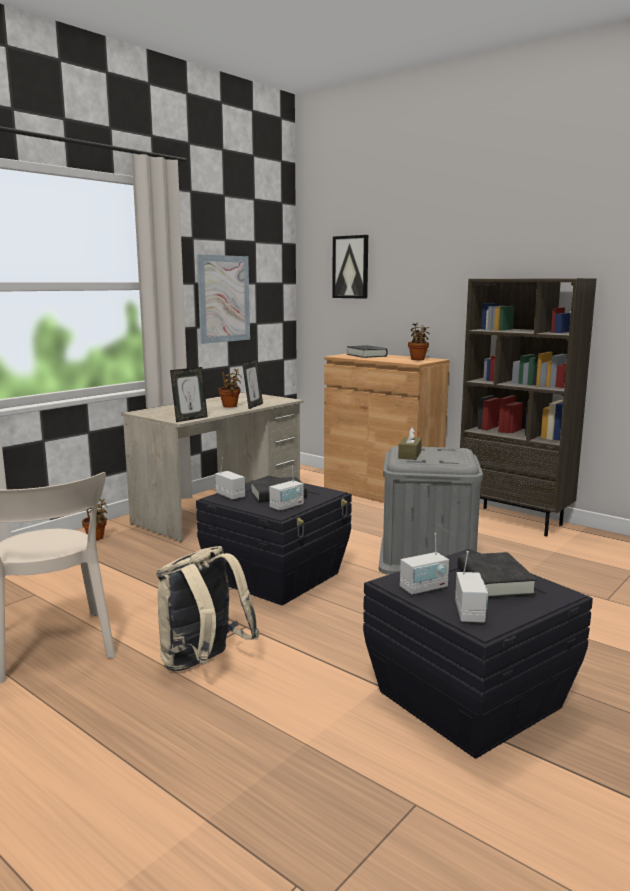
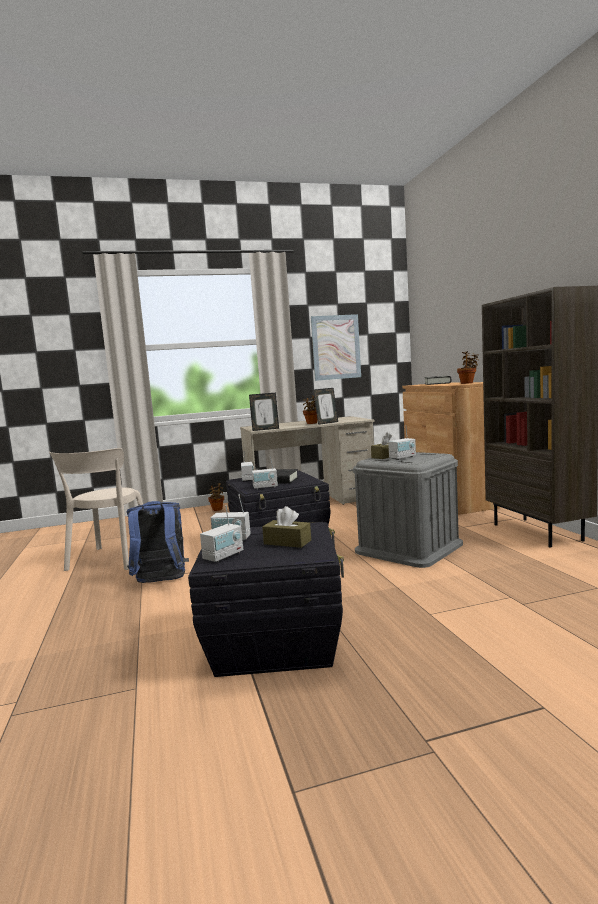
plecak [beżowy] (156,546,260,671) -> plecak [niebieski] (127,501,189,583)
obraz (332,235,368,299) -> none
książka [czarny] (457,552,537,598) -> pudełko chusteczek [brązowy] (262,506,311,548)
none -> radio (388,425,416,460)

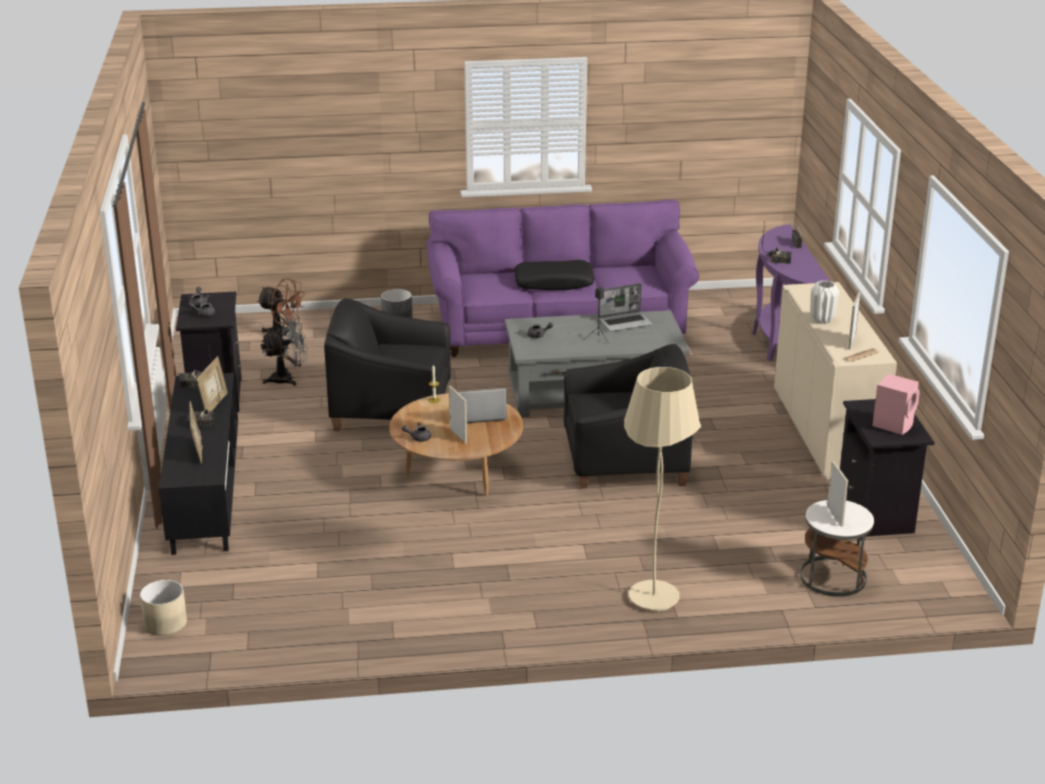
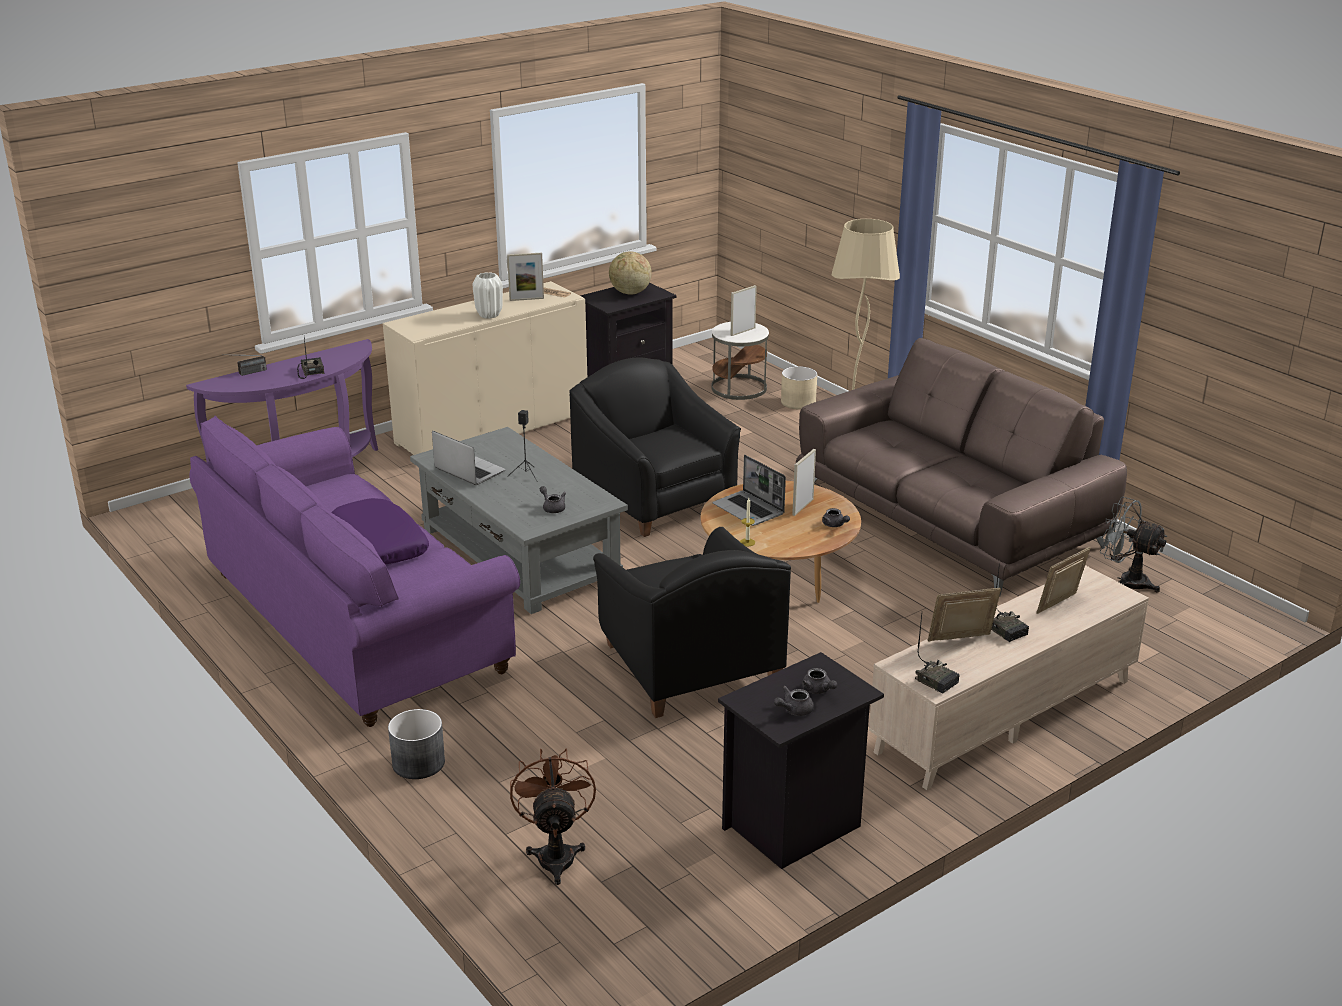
donica [beżowy] (140,580,187,636) -> donica [beżowy] (781,366,817,410), move
szafka pod telewizor [czarny] (159,373,238,555) -> szafka pod telewizor [beżowy] (869,565,1149,790)
wentylator [szary] (261,316,308,386) -> wentylator [szary] (1100,497,1168,593), move
poduszka [czarny] (514,260,594,290) -> poduszka [fioletowy] (332,498,429,564)
głośnik [różowy] (872,374,920,435) -> globus (609,251,652,294)
none -> kanapa [brązowy] (796,338,1127,597)

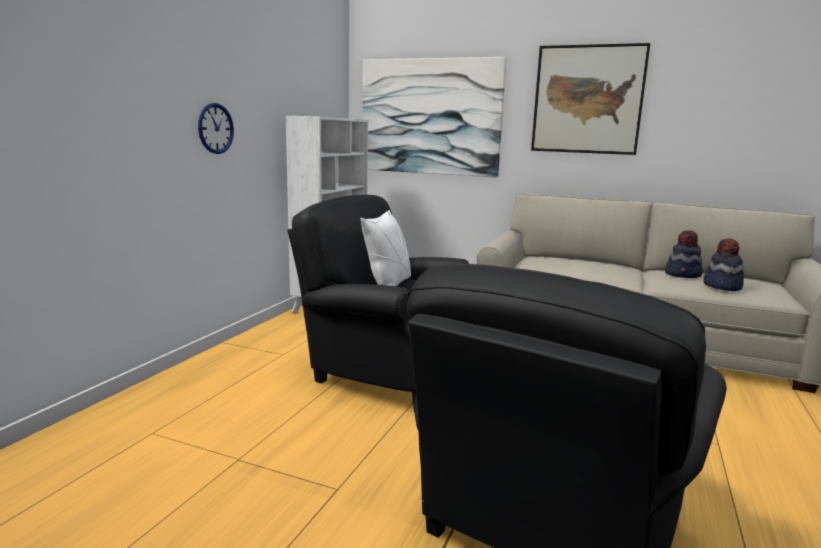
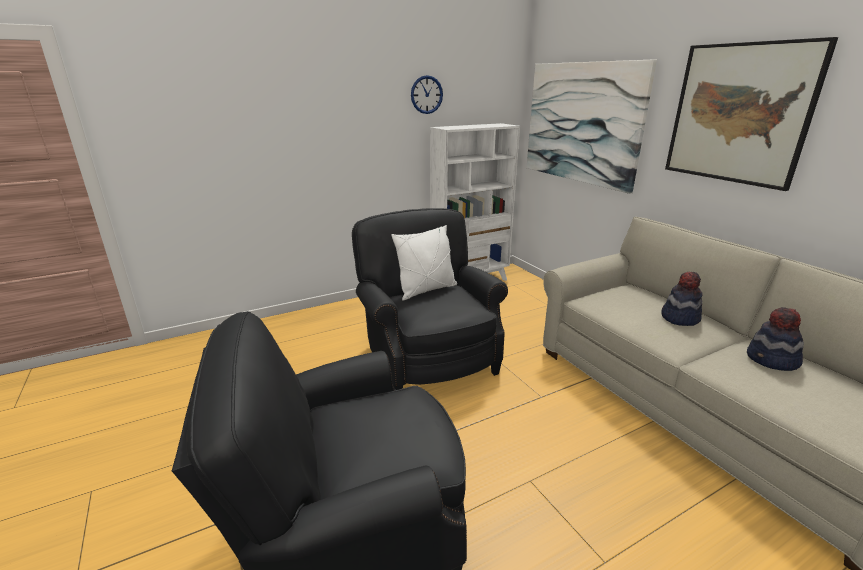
zegar ścienny (198,103,234,154) -> zegar ścienny (411,75,443,114), move
kapelusz (703,238,744,291) -> kapelusz (661,272,703,326), move

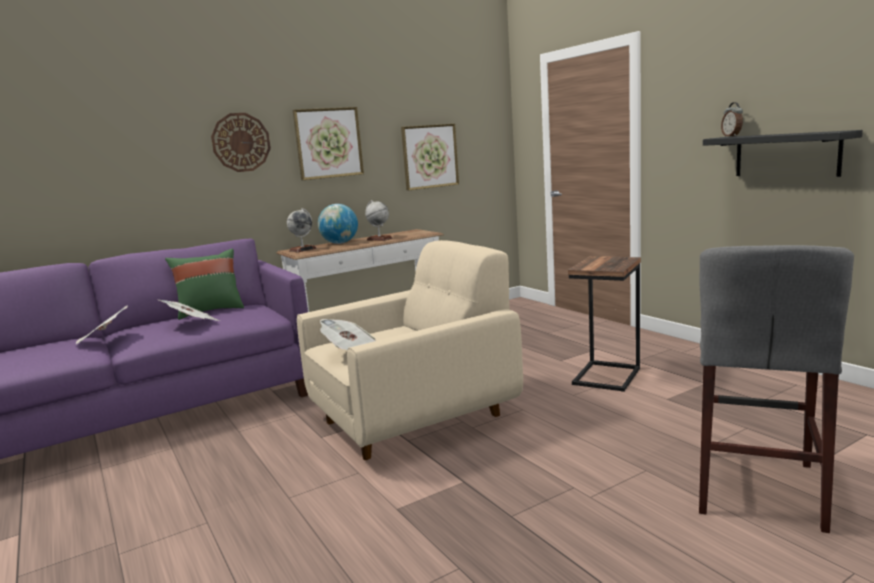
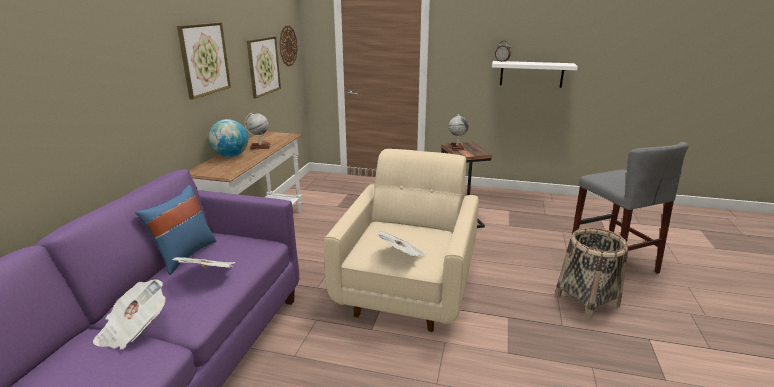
poduszka [zielony] (165,248,244,320) -> poduszka [niebieski] (135,185,217,275)
zegar ścienny (211,113,271,172) -> zegar ścienny (279,26,298,67), move
globus (287,208,317,252) -> globus (449,114,469,150), move
półka [czarny] (703,130,863,177) -> półka [biały] (492,61,578,88)
none -> koszyk (555,227,628,319)

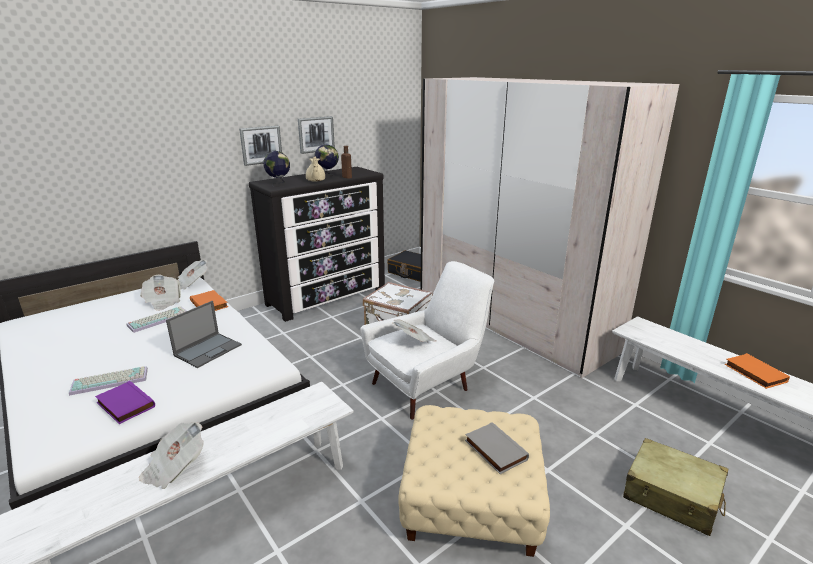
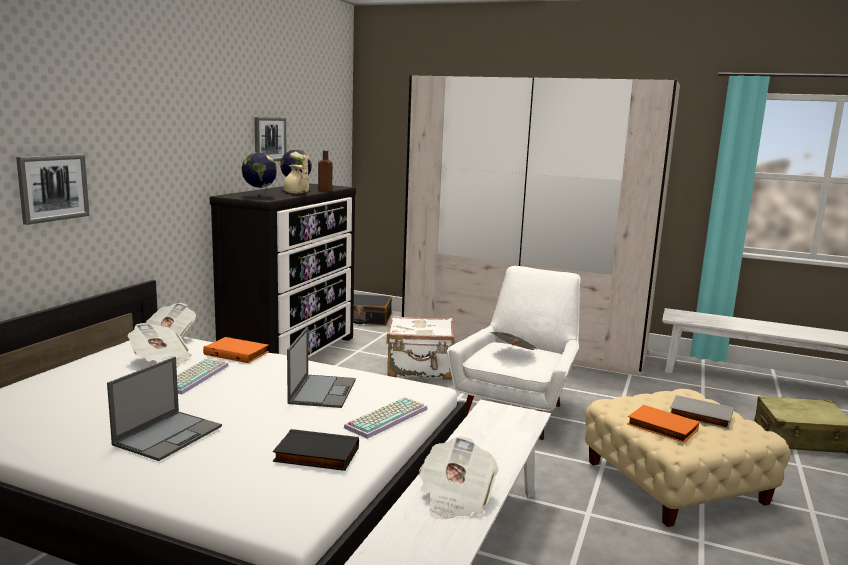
klawiatura (69,366,148,396) -> klawiatura (344,397,428,439), move
książka [fioletowy] (95,381,155,424) -> książka [czarny] (273,429,359,471)
obraz (239,126,282,166) -> obraz (16,154,90,225), move
książka [pomarańczowy] (725,353,790,389) -> książka [pomarańczowy] (627,405,699,443), move
none -> laptop (107,357,222,461)

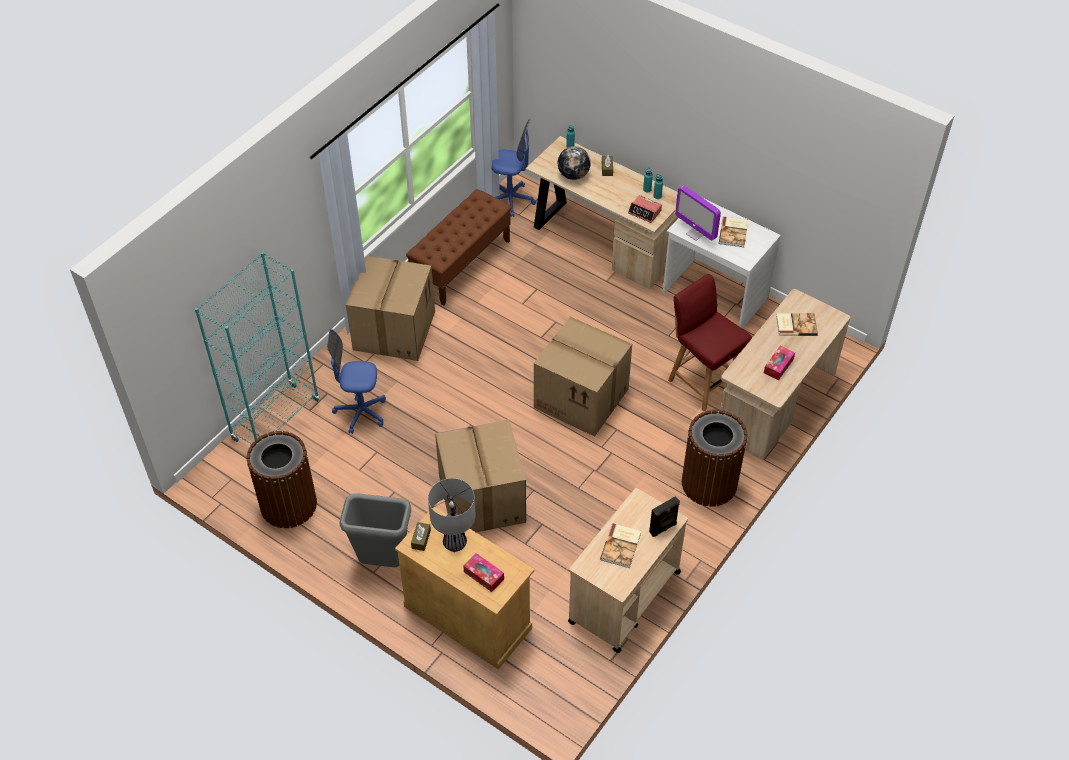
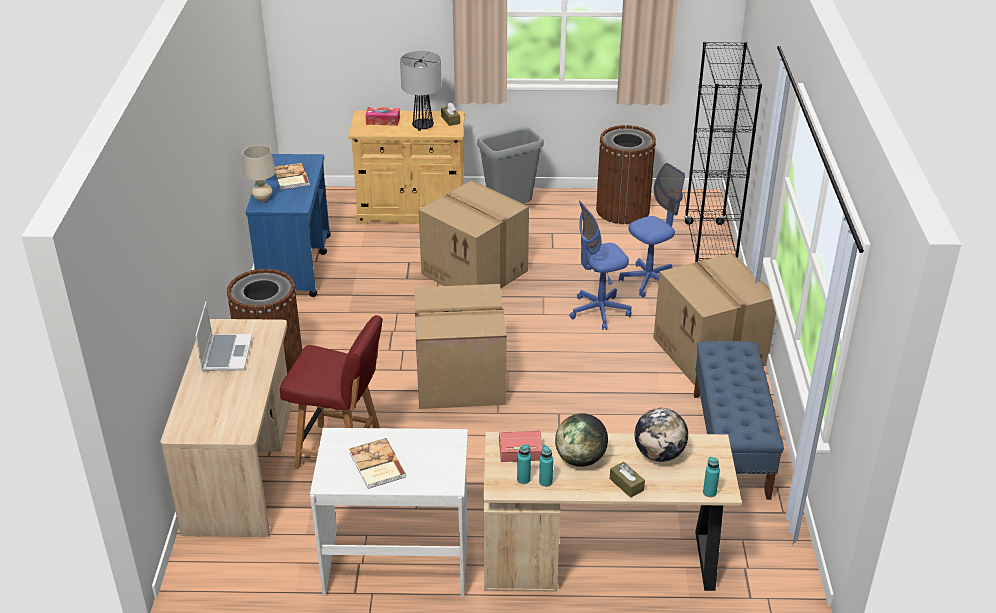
regał [turkusowy] (195,252,319,444) -> regał [czarny] (684,41,762,262)
ławka [brązowy] (406,189,512,306) -> ławka [niebieski] (694,341,784,500)
krzesło biurowe [niebieski] (491,119,536,217) -> krzesło biurowe [niebieski] (570,201,631,330), move
wózek [beżowy] (568,488,688,653) -> wózek [niebieski] (246,154,331,297)
głośnik [czarny] (649,496,680,537) -> lampa stołowa [beżowy] (243,145,276,202)
monitor (675,185,721,241) -> none
pudełko chusteczek (764,346,795,380) -> laptop (195,302,252,371)
książka (776,313,818,336) -> none
none -> globus (555,413,608,467)

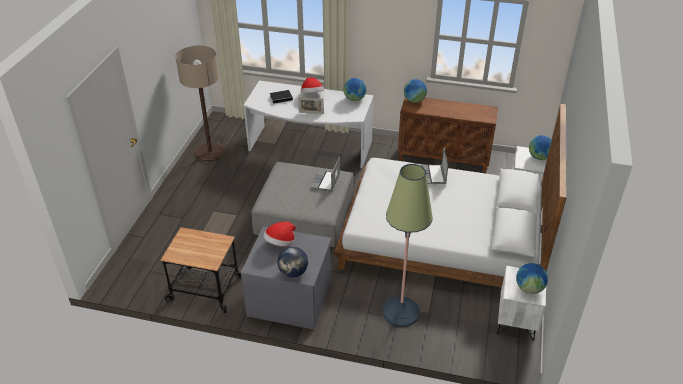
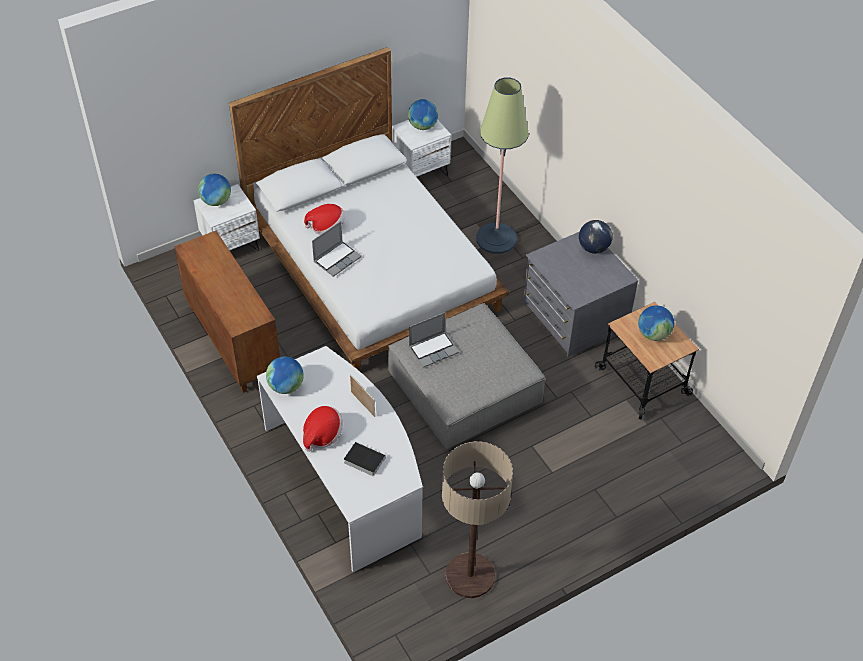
kapelusz (263,222,296,246) -> kapelusz (304,204,345,235), move
globus (404,79,427,103) -> globus (638,305,674,341), move

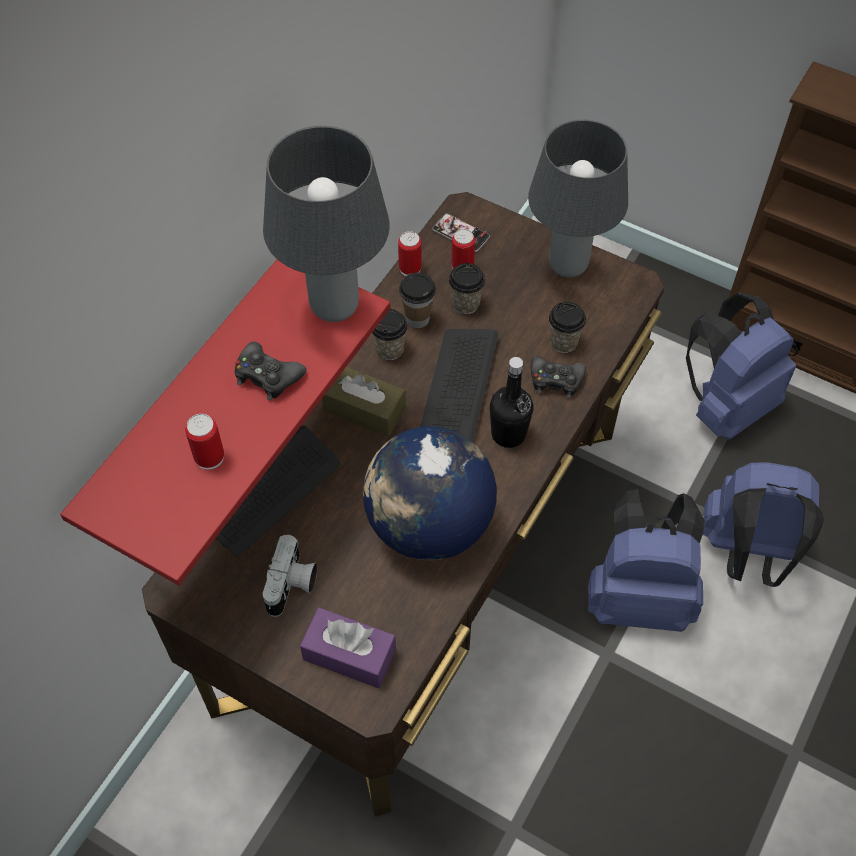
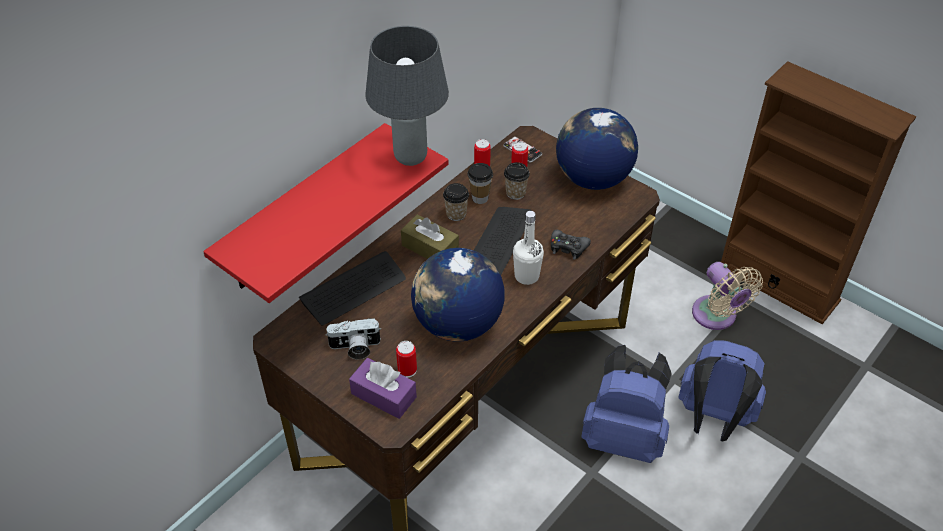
puszka (185,414,224,470) -> puszka (396,341,417,378), move
pad do gier [czarny] (234,341,307,401) -> none
aparat fotograficzny (262,534,318,617) -> aparat fotograficzny (325,318,381,359), 60 degrees clockwise
butelka [czarny] (490,357,534,448) -> butelka [biały] (513,211,544,285)
lampa stołowa [szary] (528,119,628,277) -> globus (556,108,638,190)
filiżanka (549,302,586,353) -> none
plecak [niebieski] (686,293,796,440) -> wentylator [beżowy] (692,262,763,330)

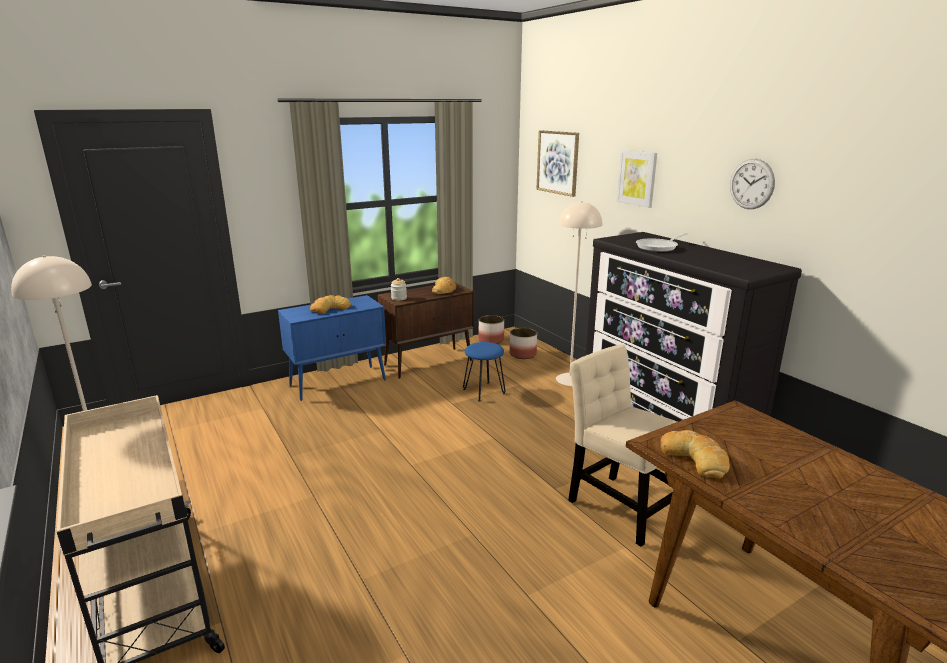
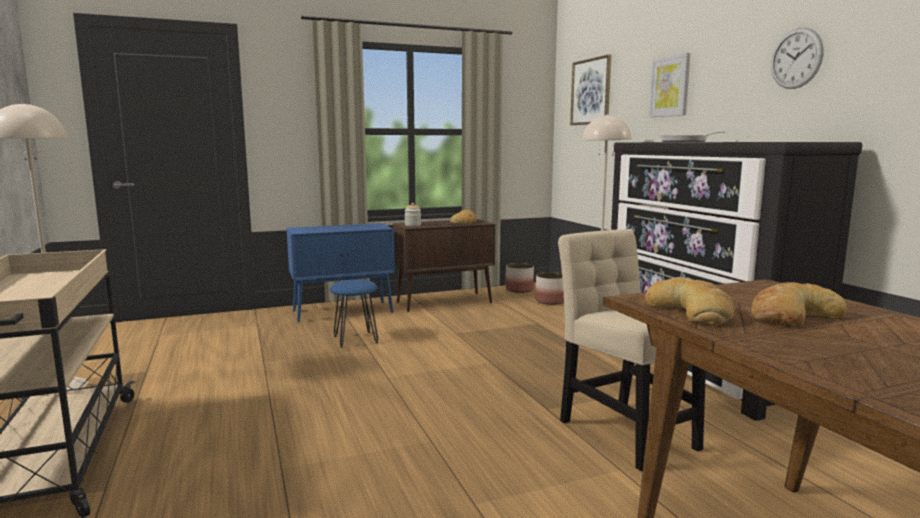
chleb (310,295,351,314) -> chleb (752,282,847,327), move
stołek [niebieski] (463,342,506,401) -> stołek [niebieski] (330,280,378,348), move

